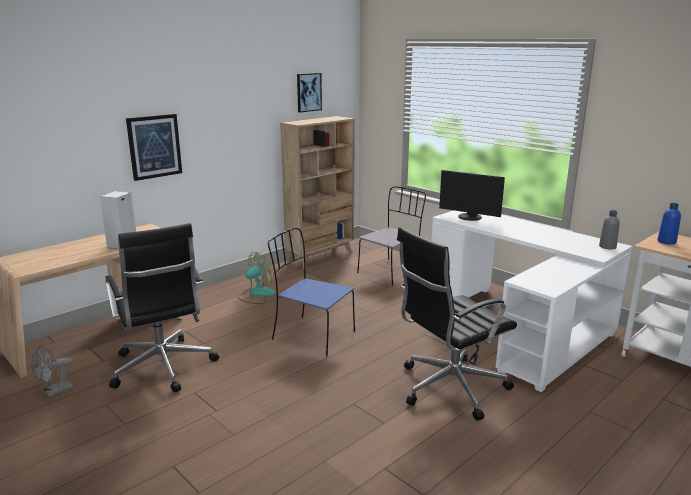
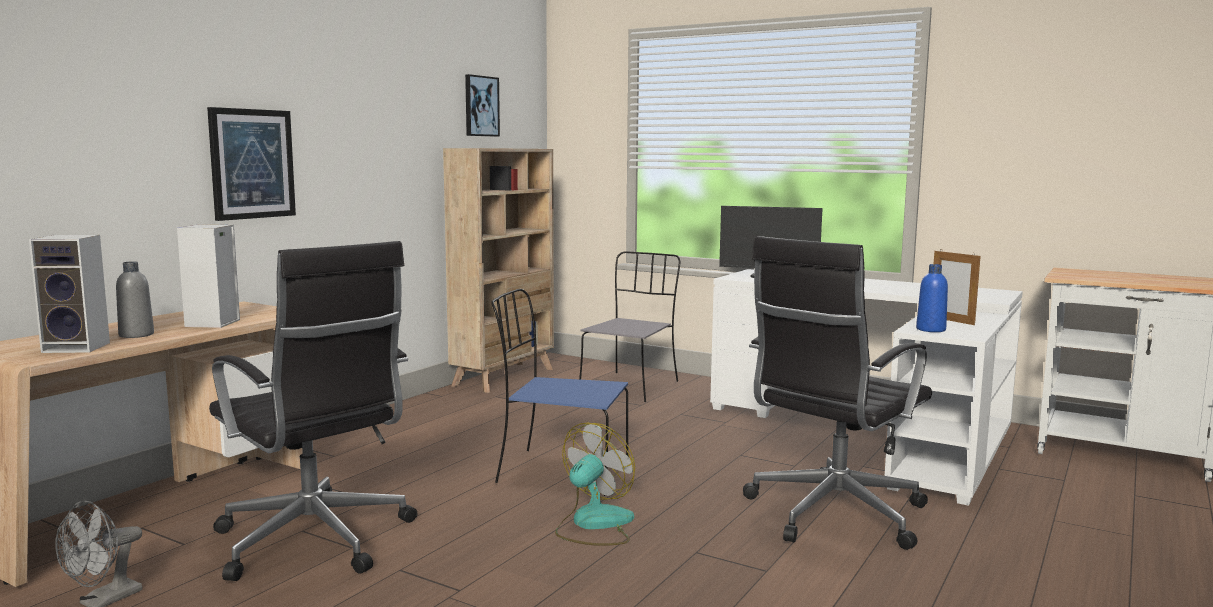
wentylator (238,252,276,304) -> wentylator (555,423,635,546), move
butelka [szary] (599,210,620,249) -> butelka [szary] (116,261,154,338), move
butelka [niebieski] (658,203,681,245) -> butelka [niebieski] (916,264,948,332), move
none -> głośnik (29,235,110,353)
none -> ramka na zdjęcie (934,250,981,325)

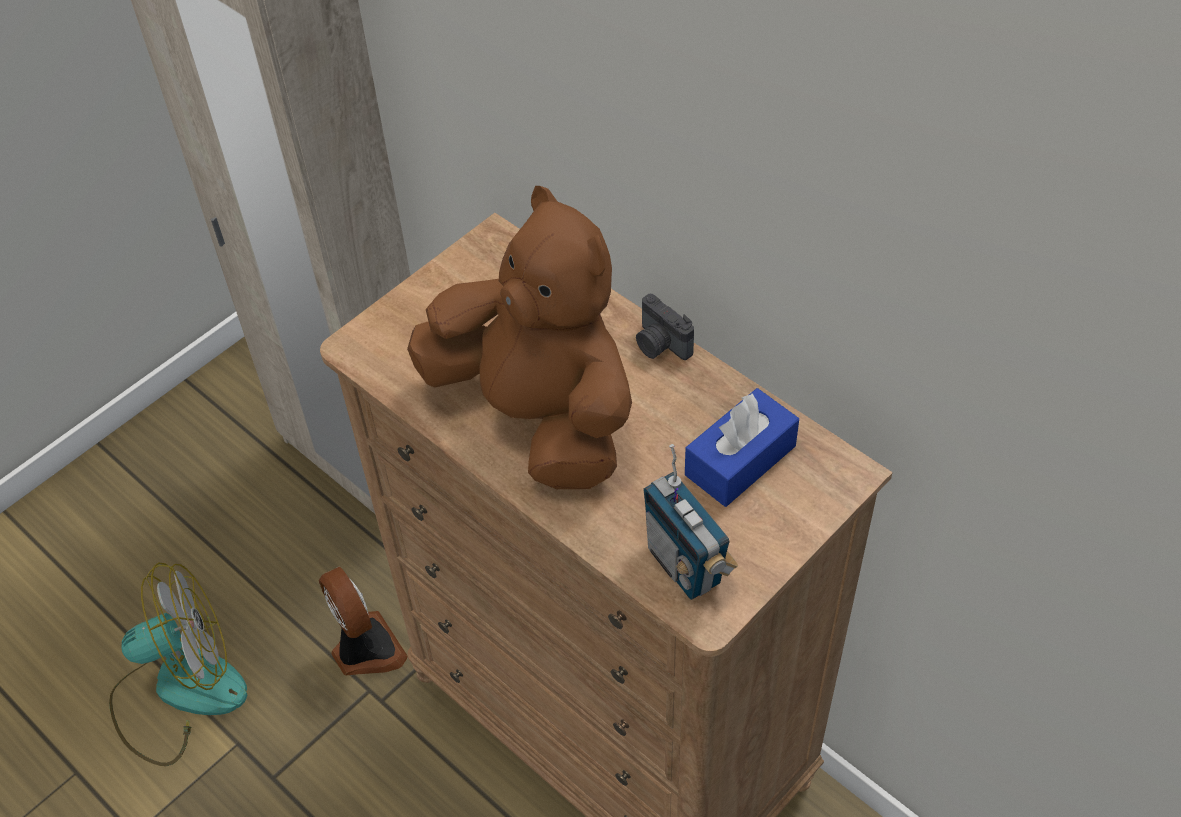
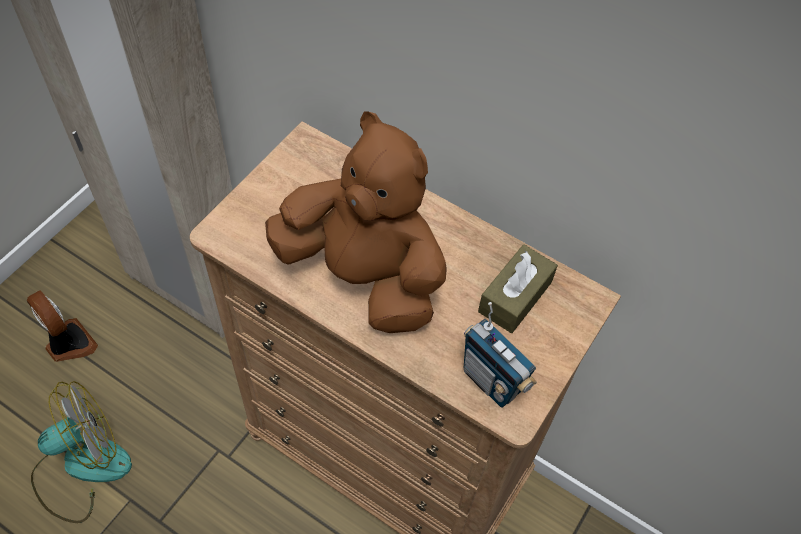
wentylator (319,567,408,675) -> wentylator (27,290,98,362), move
aparat fotograficzny (636,294,694,360) -> none
pudełko chusteczek [niebieski] (685,388,799,507) -> pudełko chusteczek [brązowy] (478,244,558,333)

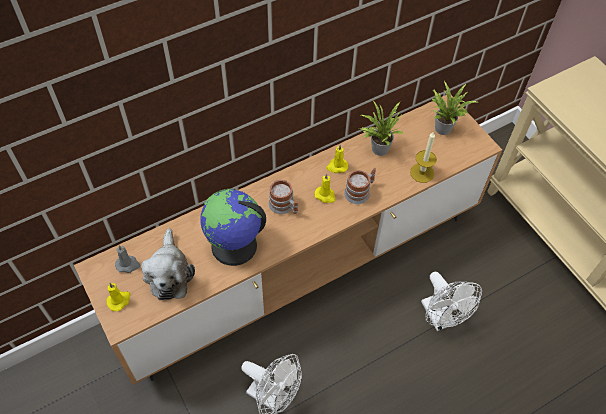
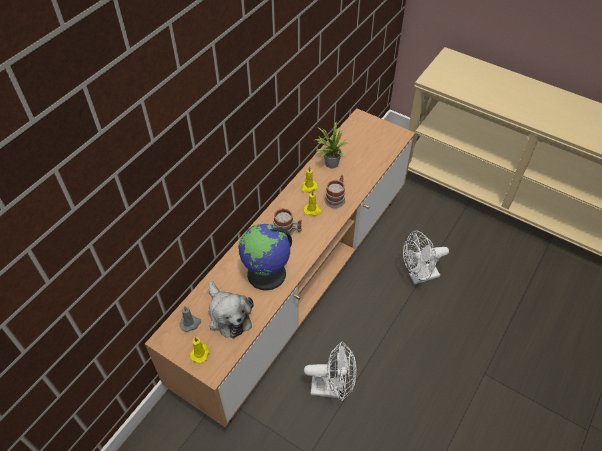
świeca (410,131,437,183) -> none
wentylator [biały] (421,272,482,331) -> wentylator [biały] (403,231,449,285), 120 degrees clockwise
roślina doniczkowa (432,81,478,135) -> none

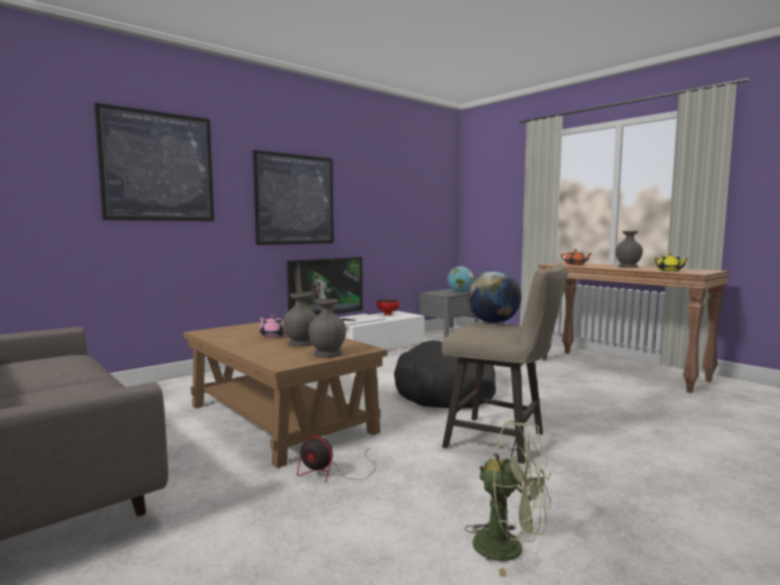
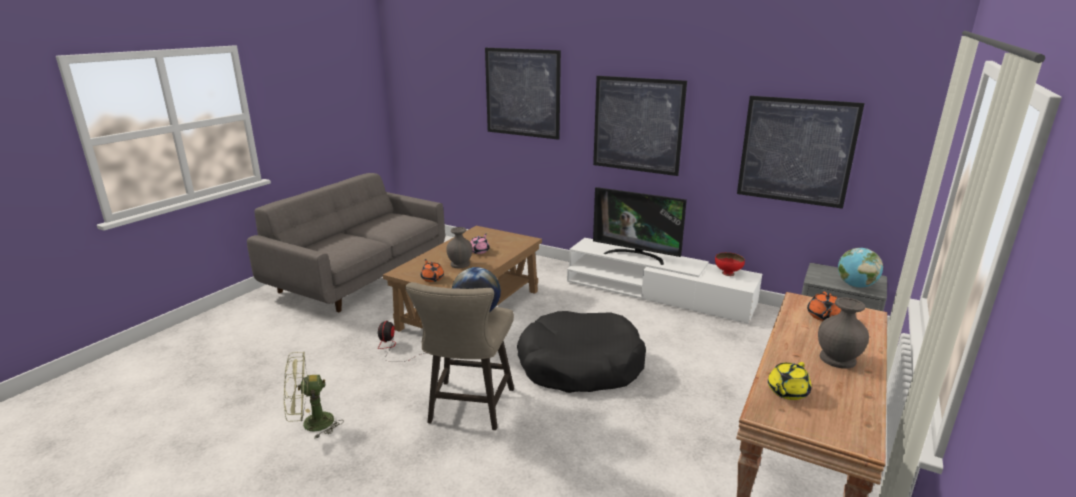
wazon [szary] (308,299,346,358) -> imbryk [pomarańczowy] (421,259,444,282)
wentylator [zielony] (465,420,551,577) -> wentylator [zielony] (284,352,344,439), 60 degrees clockwise
none -> obraz (737,96,865,209)

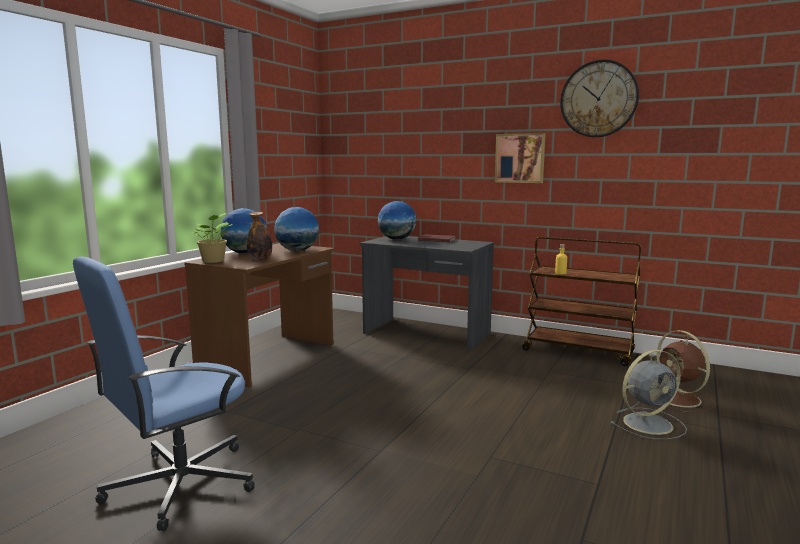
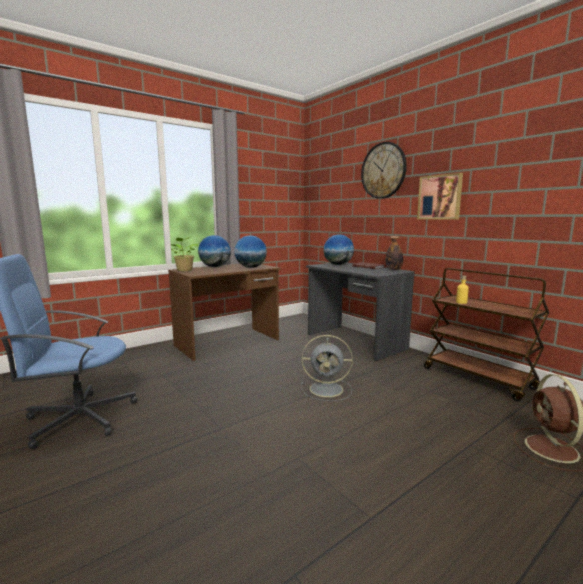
butelka (247,212,272,261) -> butelka (385,236,403,270), move
zegar ścienny (560,60,639,137) -> zegar ścienny (361,142,407,199), move
wentylator [szary] (610,350,687,440) -> wentylator [szary] (301,335,353,401), move

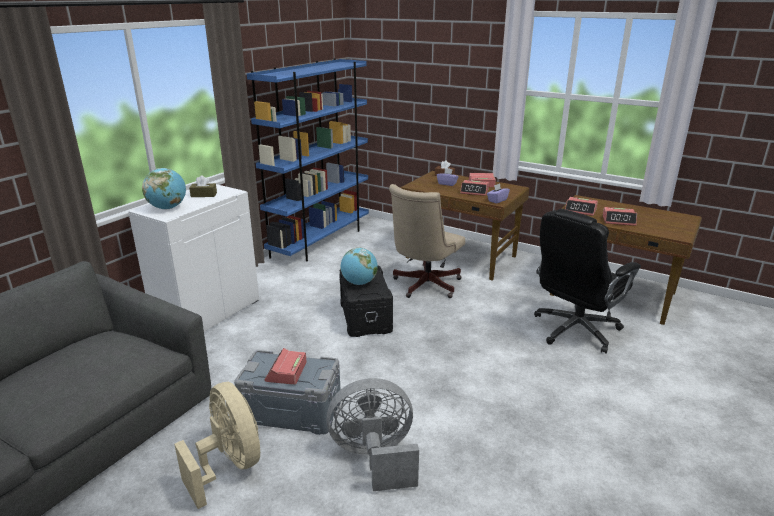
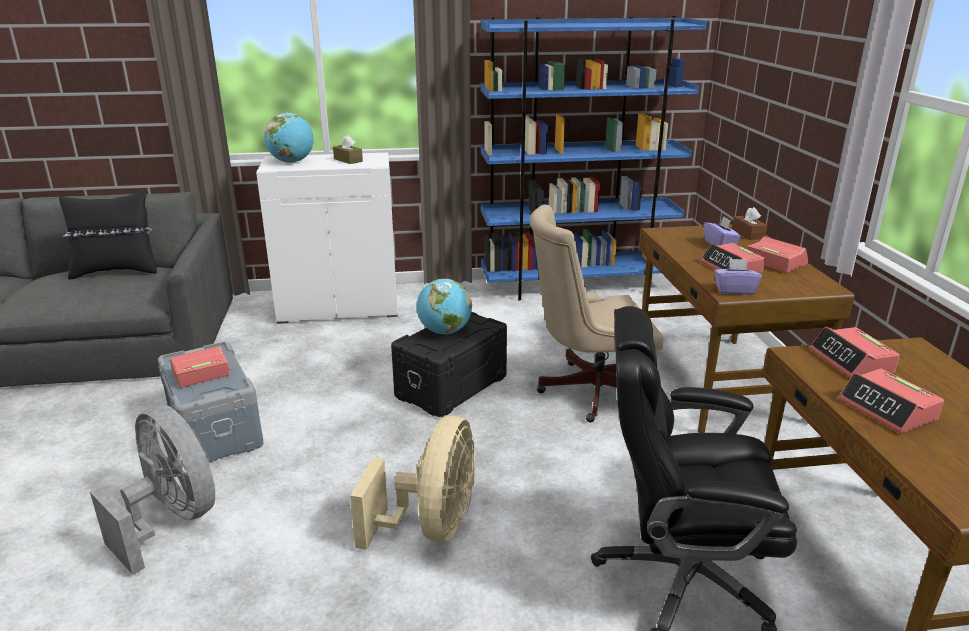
wentylator [beżowy] (174,382,260,509) -> wentylator [beżowy] (350,416,475,550), move
none -> poduszka [czarny] (59,191,157,279)

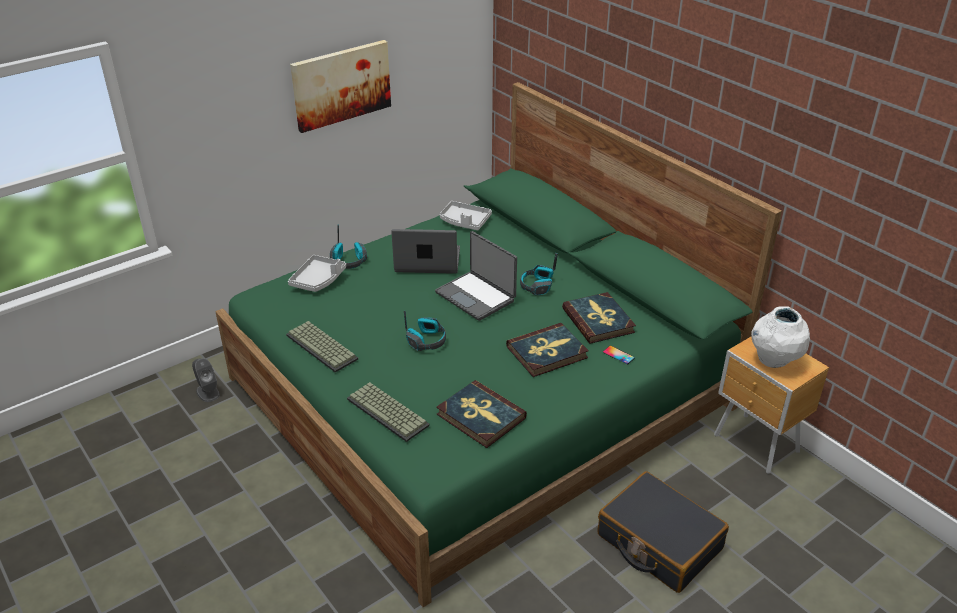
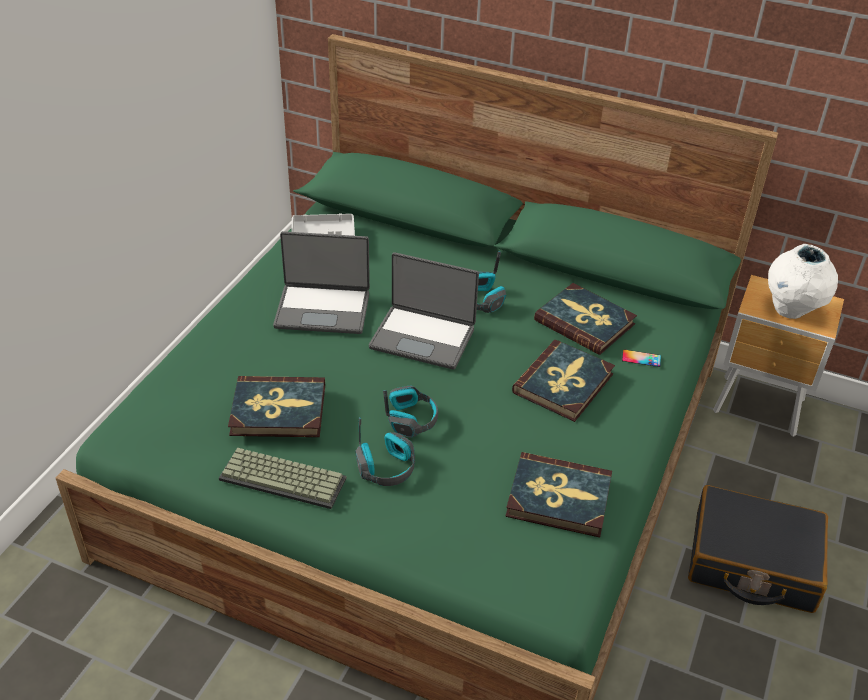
głośnik [szary] (192,358,220,402) -> none
taca [szary] (288,255,346,292) -> none
obraz (290,40,391,133) -> none
słuchawki (330,225,367,269) -> słuchawki (355,417,415,486), move
klawiatura (347,382,430,442) -> none
laptop (391,229,460,274) -> laptop (273,231,370,334), 150 degrees counterclockwise
none -> książka (228,376,325,437)

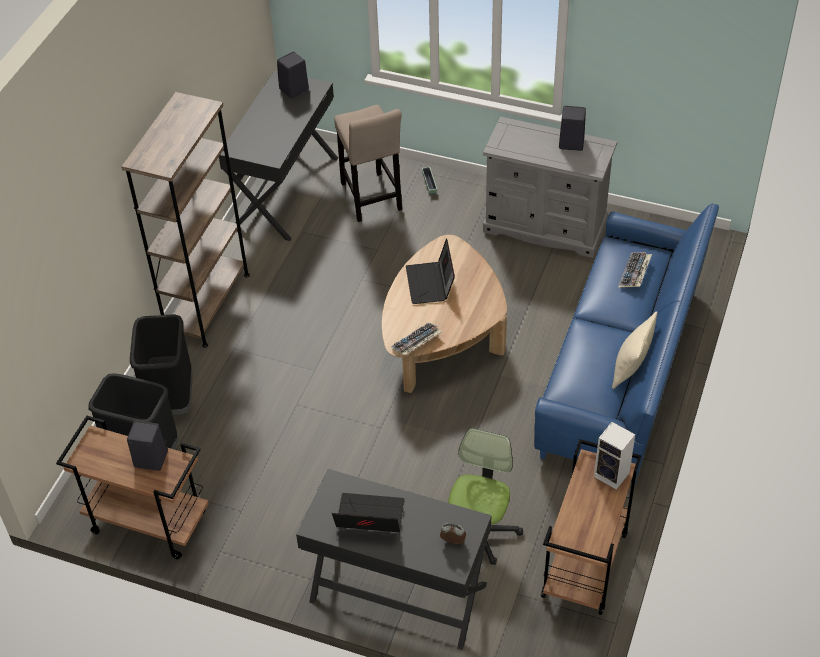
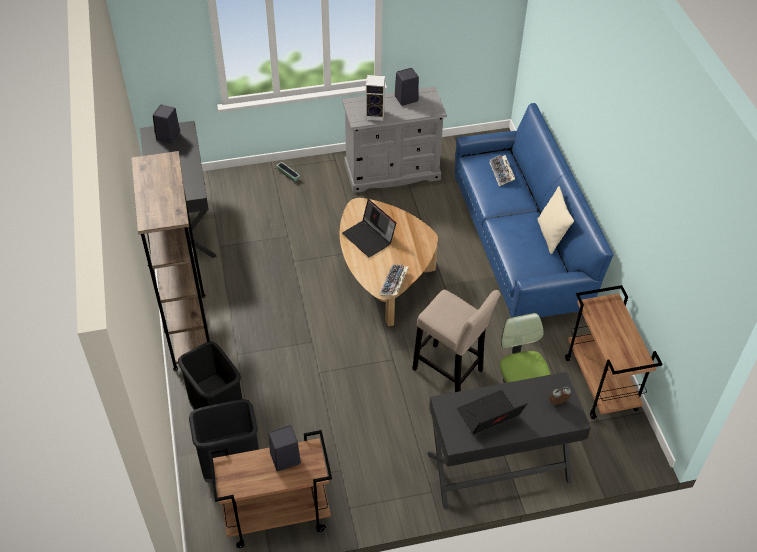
stołek [beżowy] (334,105,402,222) -> stołek [beżowy] (412,290,501,392), move
głośnik (594,422,635,490) -> głośnik (366,75,385,121), move

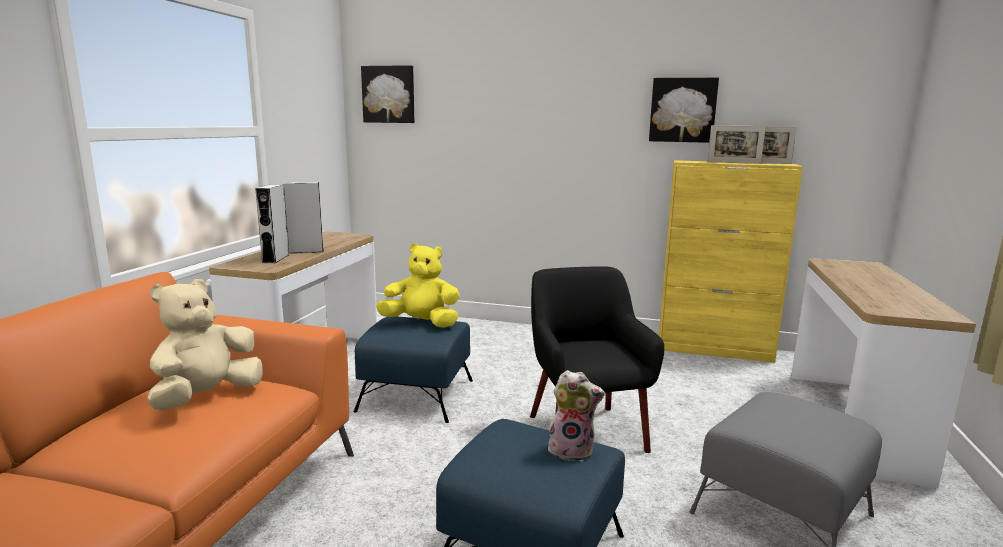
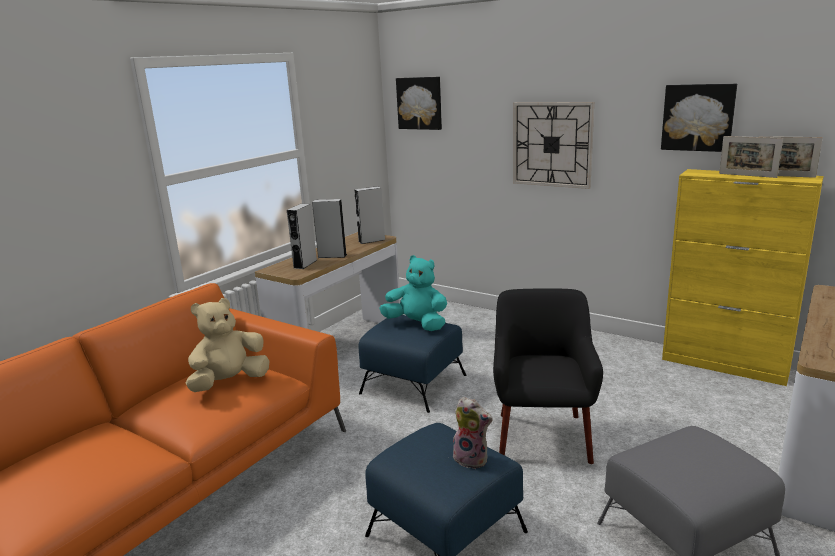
pluszak [żółty] (376,243,460,328) -> pluszak [turkusowy] (379,255,447,331)
none -> głośnik [szary] (354,186,385,244)
none -> zegar ścienny (513,102,594,189)

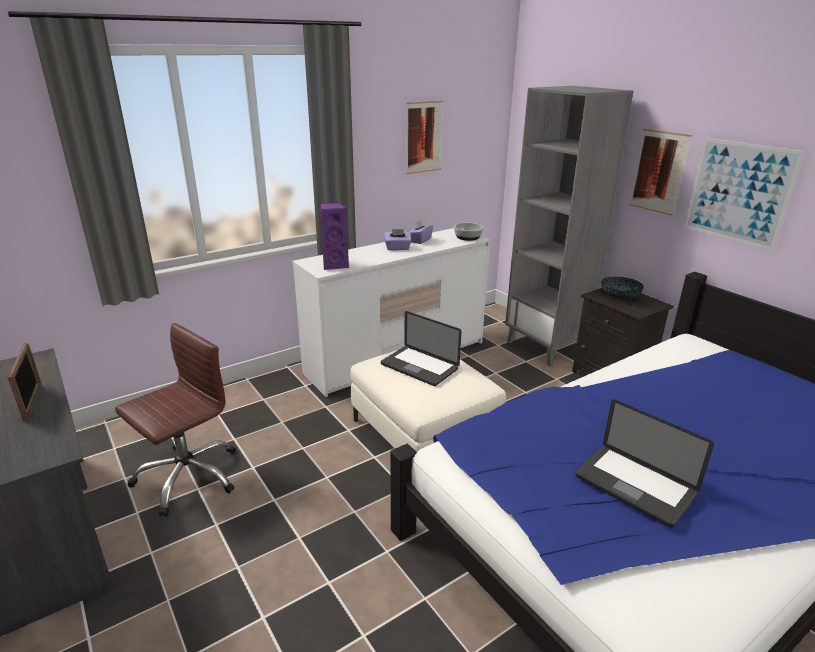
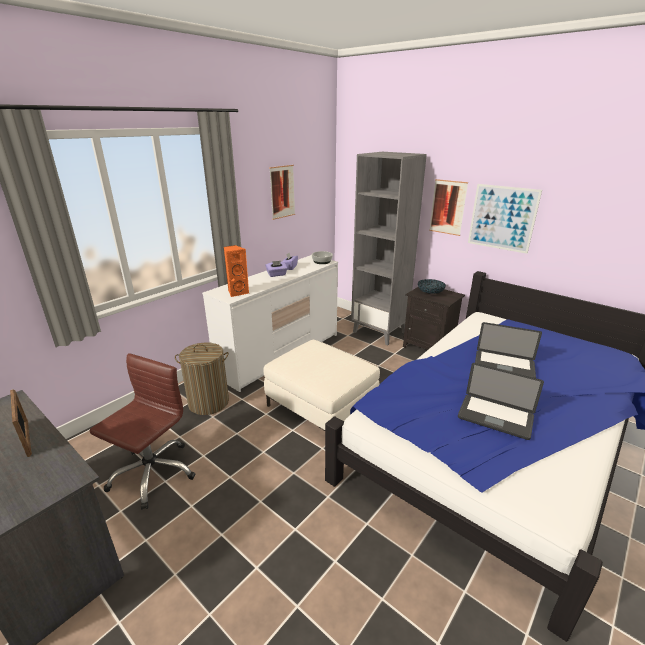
głośnik [fioletowy] (320,202,349,270) -> głośnik [pomarańczowy] (224,245,249,297)
laptop (381,311,462,386) -> laptop (475,322,542,378), move
none -> kosz na pranie (175,342,229,415)

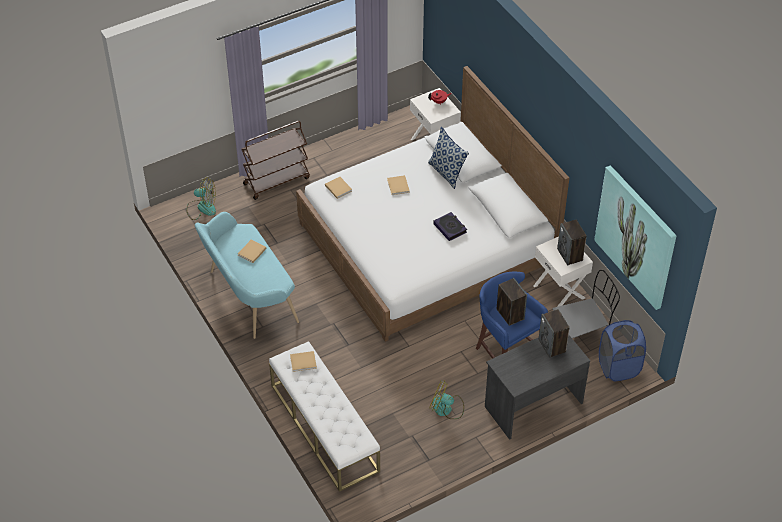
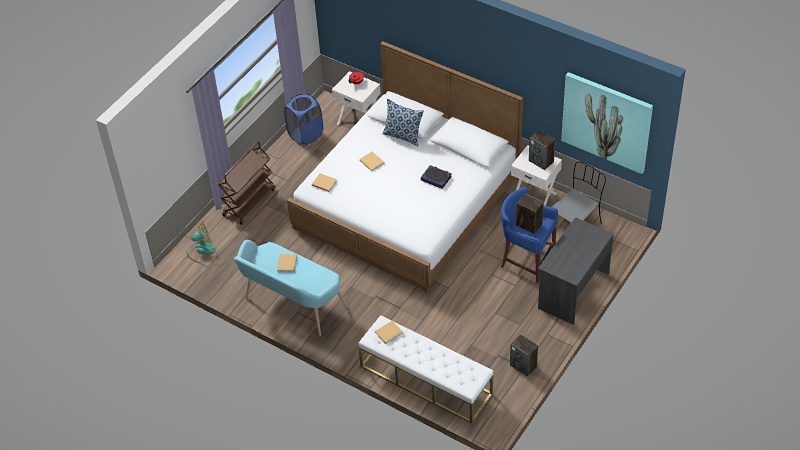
wentylator (429,381,464,419) -> none
głośnik (539,309,570,358) -> głośnik (510,335,538,377), move
kosz na pranie [niebieski] (599,320,646,381) -> kosz na pranie [niebieski] (284,94,323,145), move

